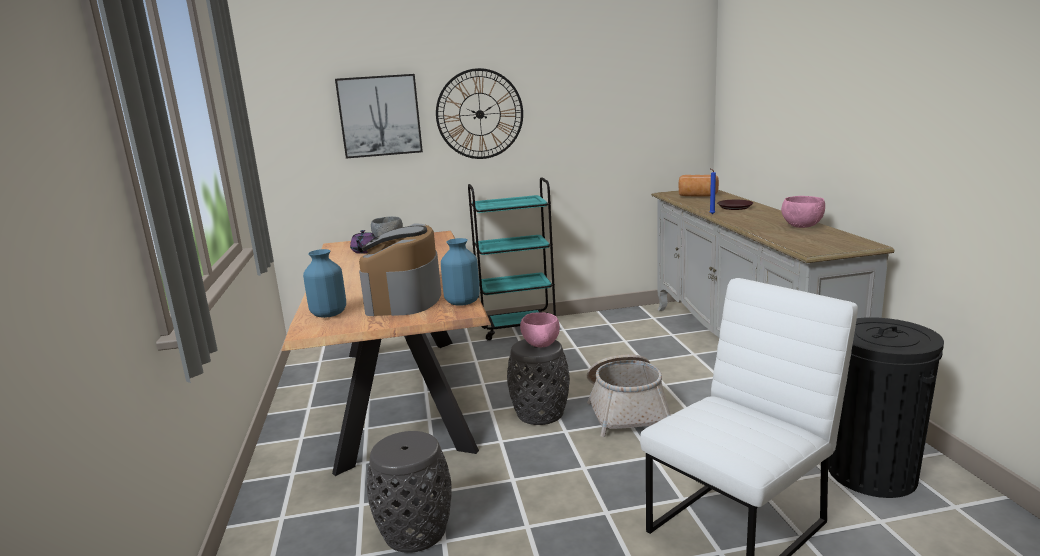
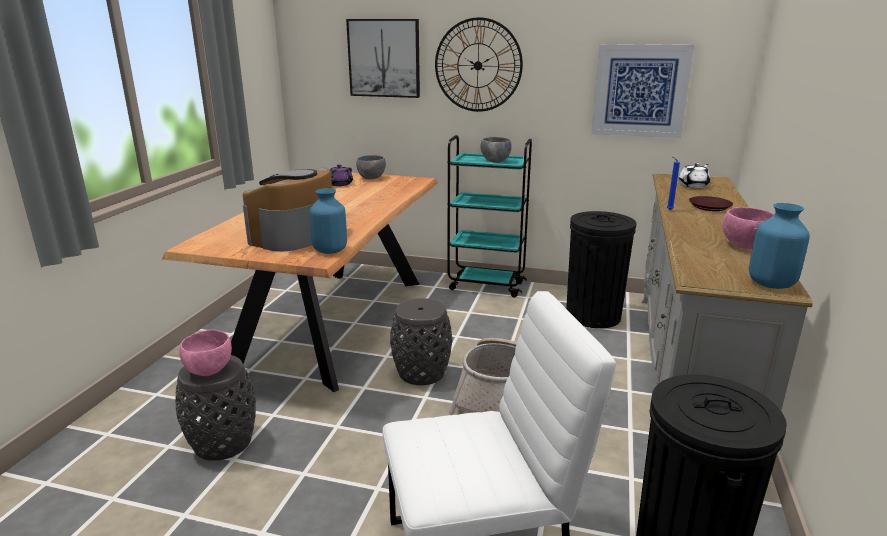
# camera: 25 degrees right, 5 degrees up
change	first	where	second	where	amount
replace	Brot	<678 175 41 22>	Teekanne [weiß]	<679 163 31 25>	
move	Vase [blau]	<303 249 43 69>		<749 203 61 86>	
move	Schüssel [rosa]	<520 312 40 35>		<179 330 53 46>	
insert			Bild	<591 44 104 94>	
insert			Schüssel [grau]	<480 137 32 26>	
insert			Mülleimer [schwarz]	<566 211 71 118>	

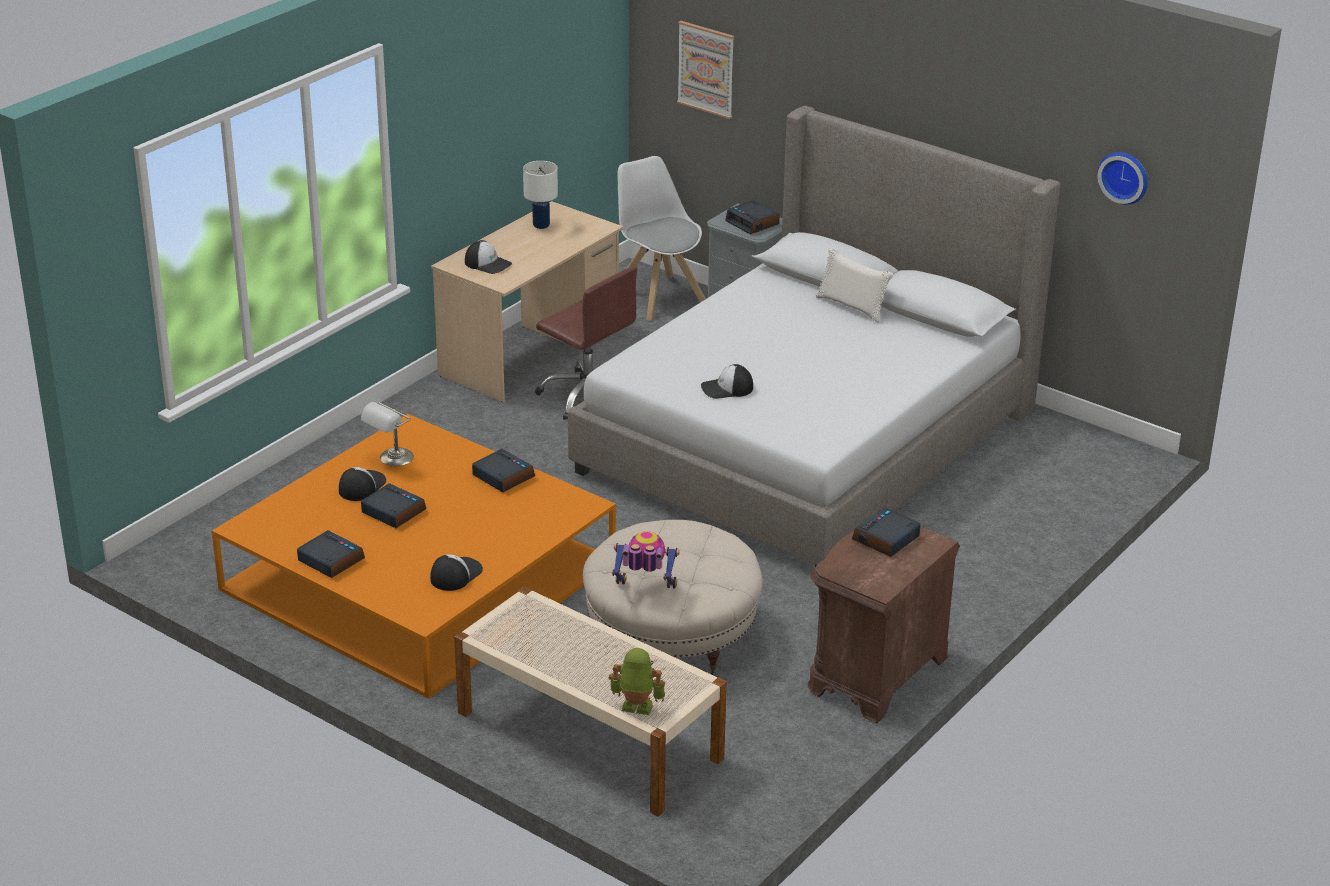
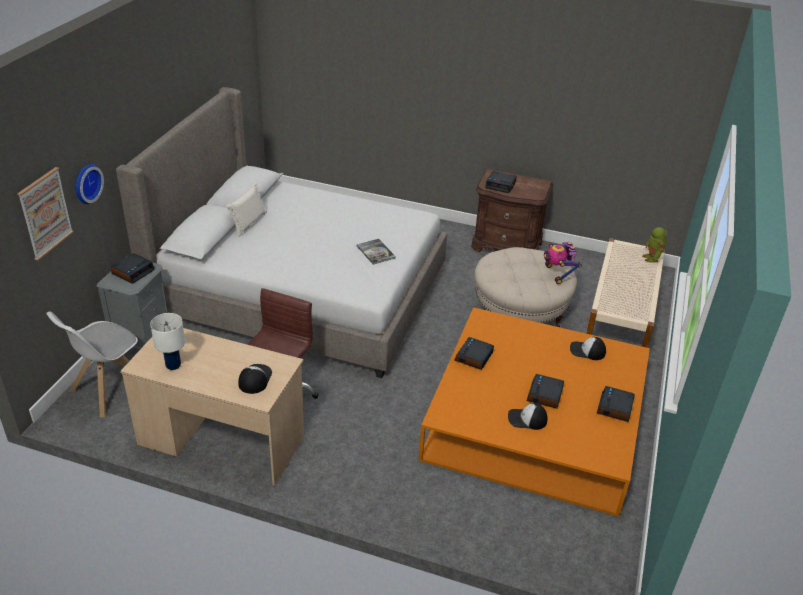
# camera: 110 degrees left, 5 degrees up
change	first	where	second	where	amount
move	Wanduhr	<1097 152 51 53>		<75 164 29 40>	
replace	Kappe	<701 364 52 35>	Buch	<357 239 39 26>	
delete	Tischlampe [weiß]	<361 402 53 64>			

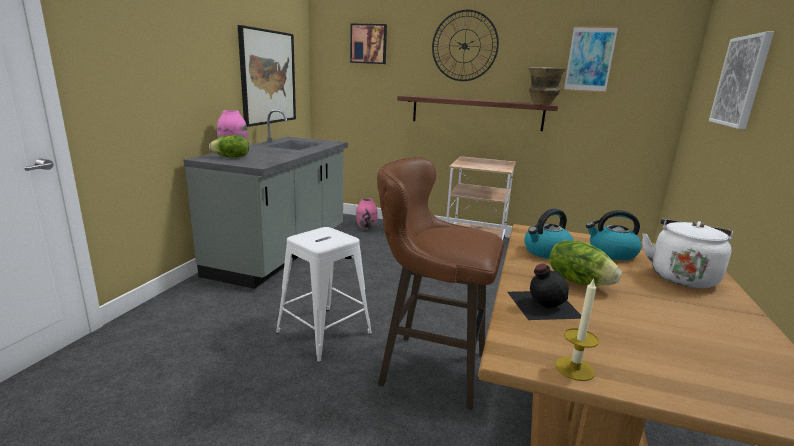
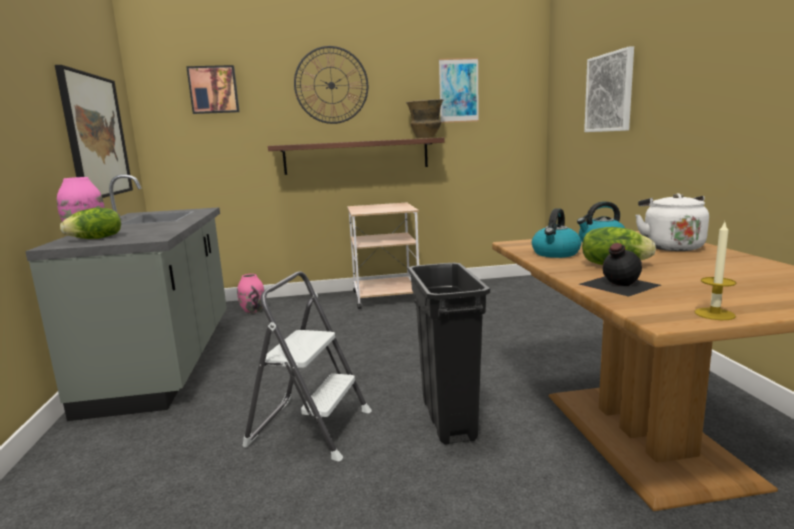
# camera: 25 degrees left, 5 degrees down
change	first	where	second	where	amount
replace	Hocker [braun]	<377 157 127 253>	Mülleimer [schwarz]	<408 263 82 182>	
replace	Hocker [weiß]	<276 227 96 135>	Trittleiter [weiß]	<243 271 129 191>	

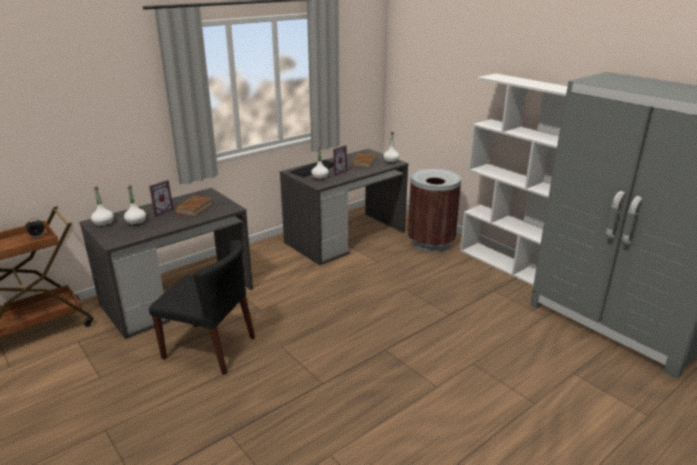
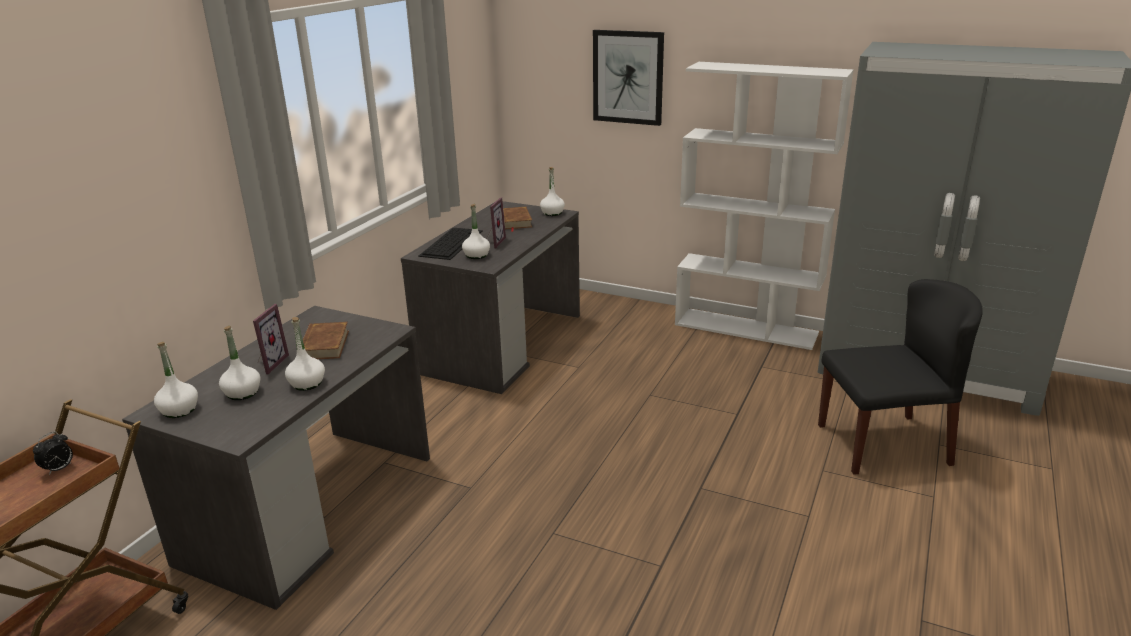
# camera: 25 degrees left, 0 degrees up
change	first	where	second	where	amount
delete	Mülleimer [braun]	<408 168 53 84>			
move	Stuhl [schwarz]	<149 240 106 135>		<818 279 165 196>	
insert			Bild	<593 30 71 96>	
insert			Flasche [weiß]	<285 317 40 74>	

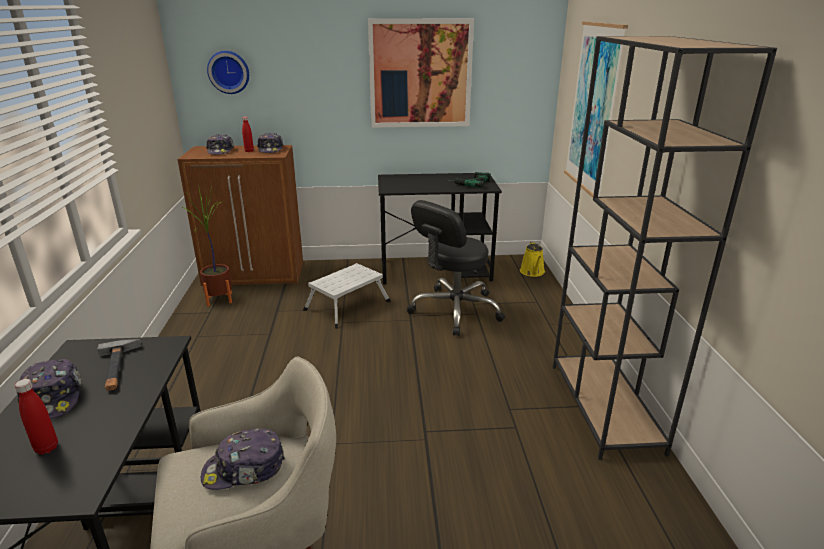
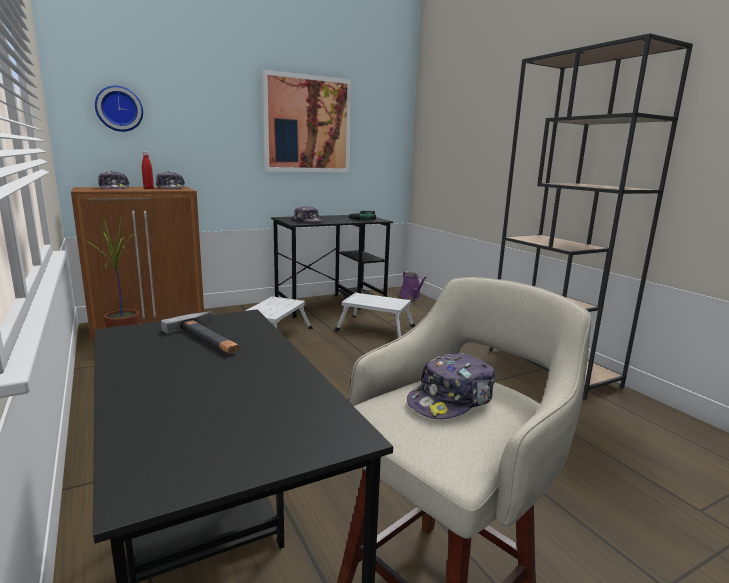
# camera: 25 degrees left, 10 degrees down
change	first	where	second	where	amount
delete	Bild	<564 21 64 177>			
replace	Bürostuhl [schwarz]	<407 200 98 136>	Trittleiter [weiß]	<334 292 81 46>	
recolor	Gießkanne [gelb]	<520 242 25 35>	Gießkanne [lila]	<400 271 27 28>	
move	Kappe	<16 359 66 60>		<293 206 30 16>	
delete	Flasche [rot]	<15 379 43 76>			

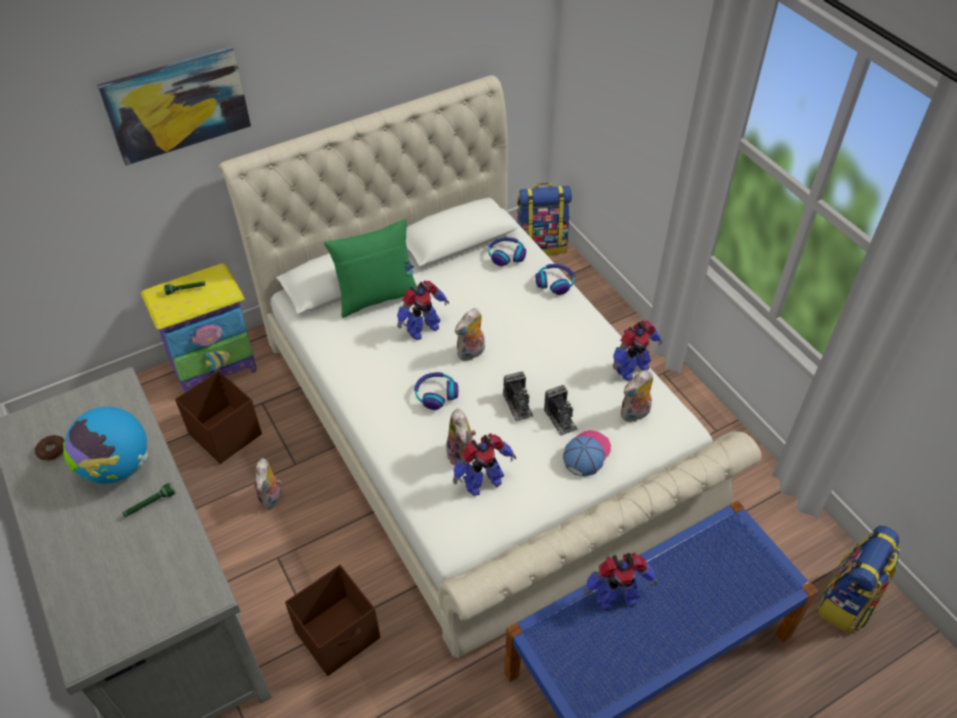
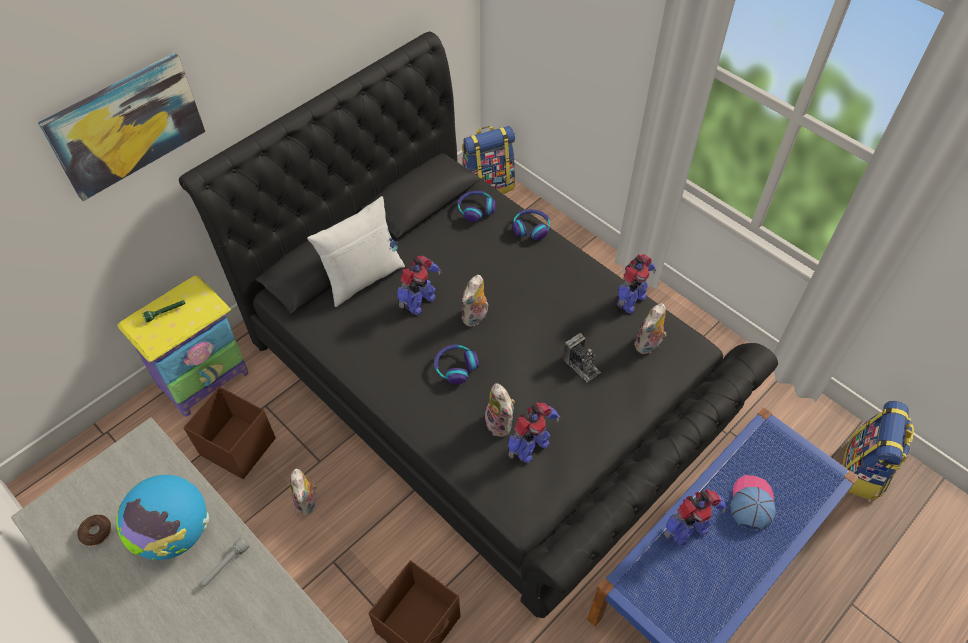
# camera: 15 degrees left, 5 degrees up
change	first	where	second	where	amount
recolor	Bett [beige]	<219 75 543 583>	Bett [schwarz]	<179 32 599 586>	
recolor	Kissen [grün]	<324 219 94 99>	Kissen [grau]	<307 196 98 111>	
delete	Kamera	<503 372 30 49>			
move	Kappe	<563 430 48 47>		<730 475 46 56>	
recolor	Taschenlampe [grün]	<123 483 53 34>	Taschenlampe [grau]	<200 538 49 49>	

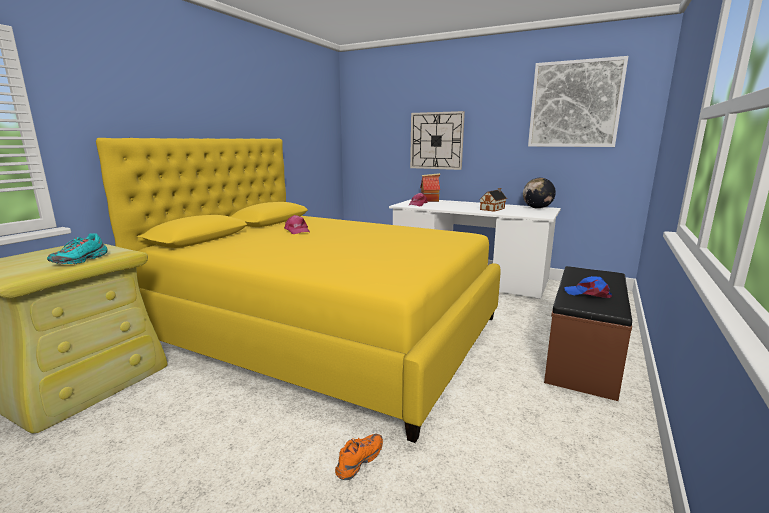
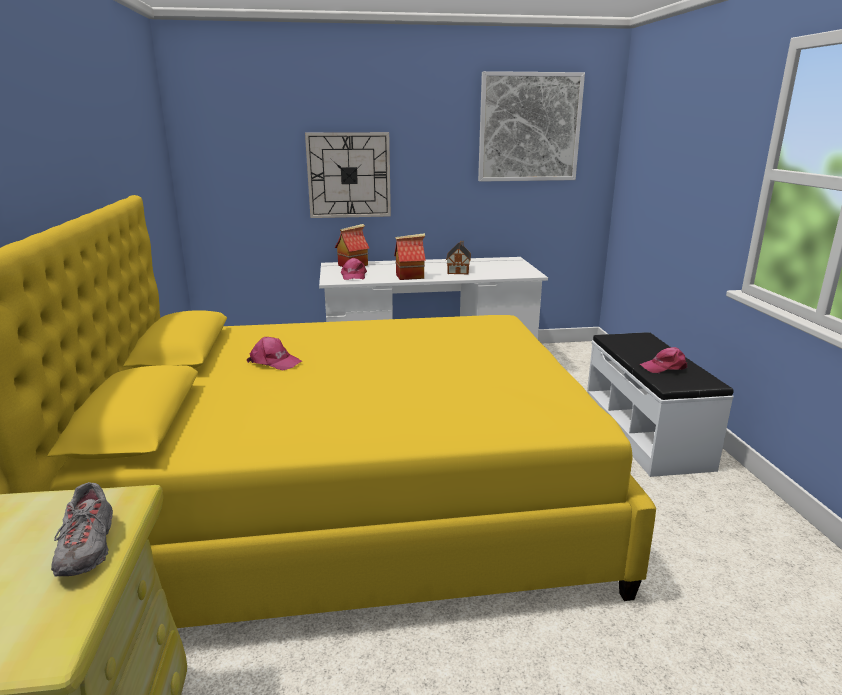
# camera: 35 degrees left, 5 degrees up
change	first	where	second	where	amount
delete	Globus	<523 178 33 31>			
recolor	Schuh [türkis]	<47 233 61 31>	Schuh [grau]	<51 482 62 94>	
recolor	Bank [braun]	<544 266 88 135>	Bank [weiß]	<587 332 147 145>	
recolor	Kappe [blau]	<564 276 48 22>	Kappe [rosa]	<640 347 47 26>	
delete	Schuh [orange]	<335 434 48 46>			
insert			Spielzeughaus	<394 233 32 47>	

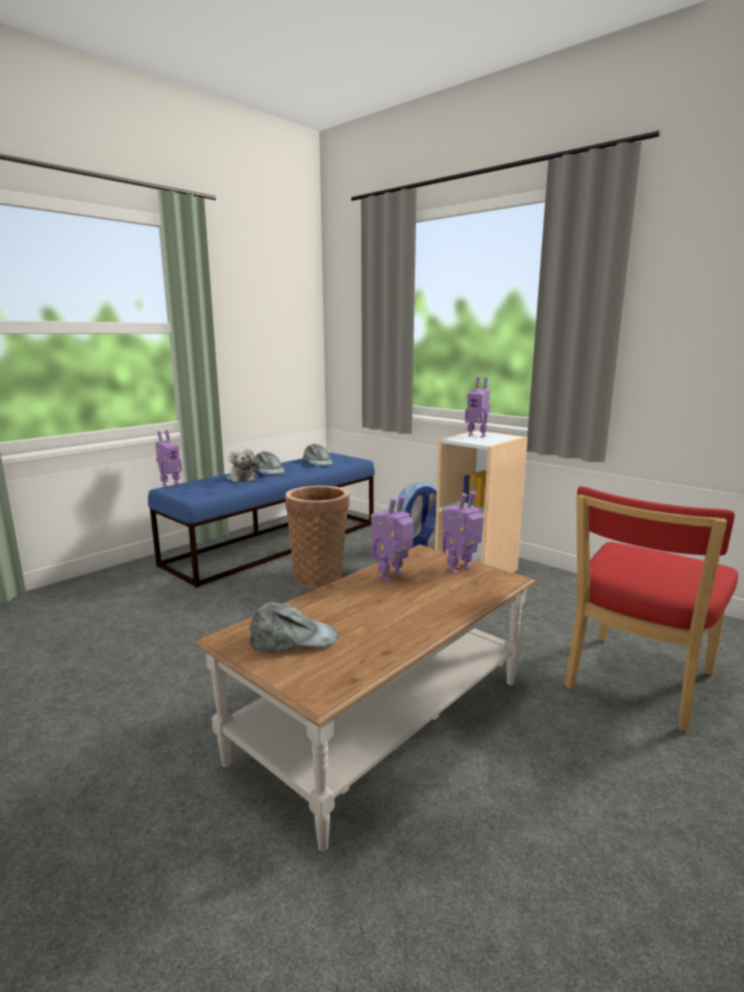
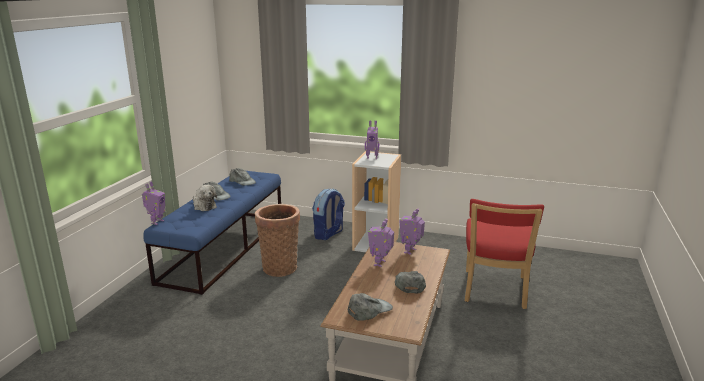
# camera: 25 degrees left, 5 degrees up
change	first	where	second	where	amount
insert			Kappe [grau]	<395 271 31 23>	

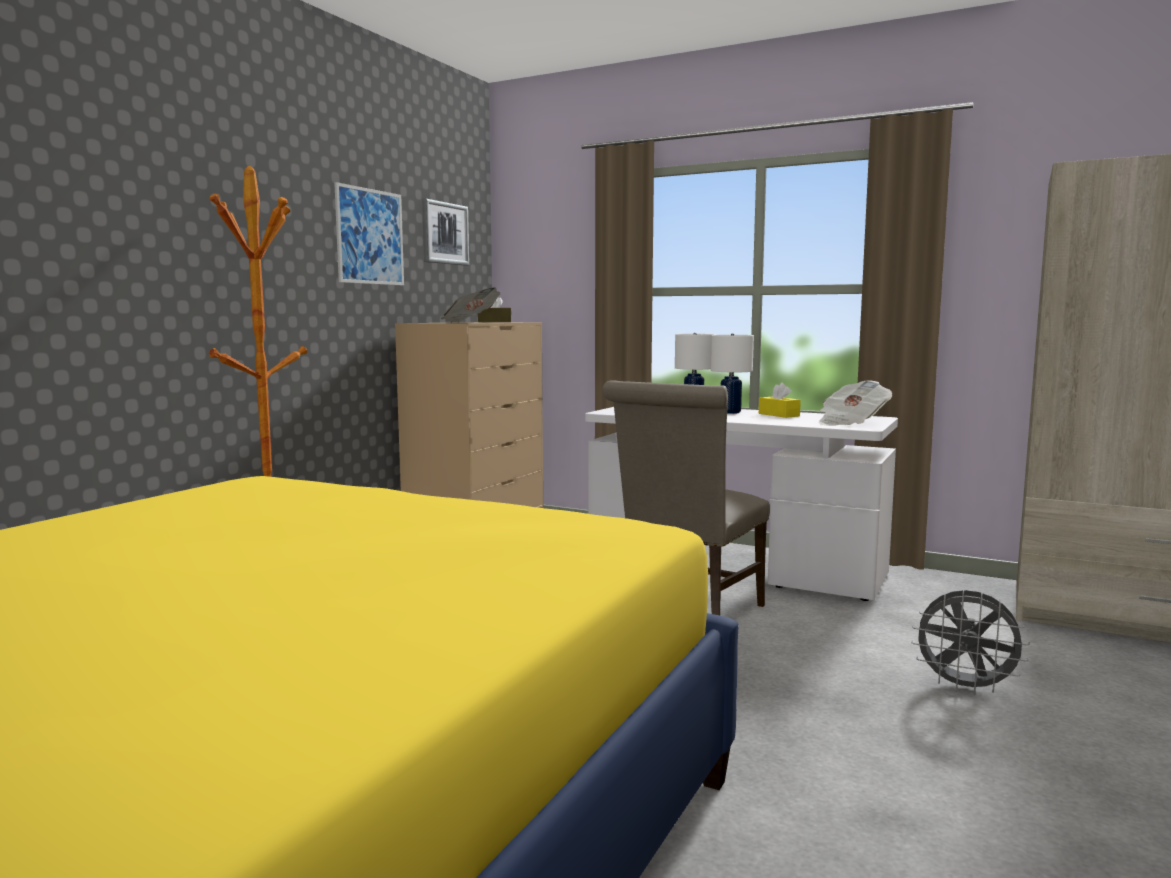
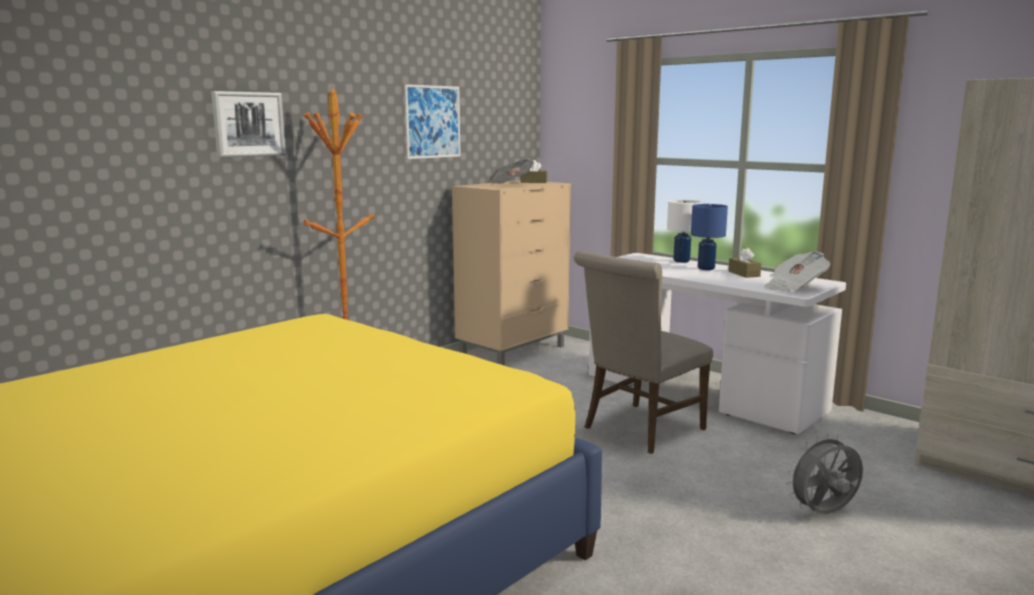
# camera: 15 degrees right, 5 degrees up
change	first	where	second	where	amount
move	Bild	<422 199 47 67>		<211 91 75 67>	
recolor	Tischlampe [weiß]	<711 333 43 81>	Tischlampe [blau]	<691 204 37 66>	
recolor	Taschentuchbox [gelb]	<759 382 42 36>	Taschentuchbox [braun]	<728 247 33 31>	
rotate	Ventilator [grau]	<911 590 119 105>		<786 433 77 81>	120 degrees clockwise

